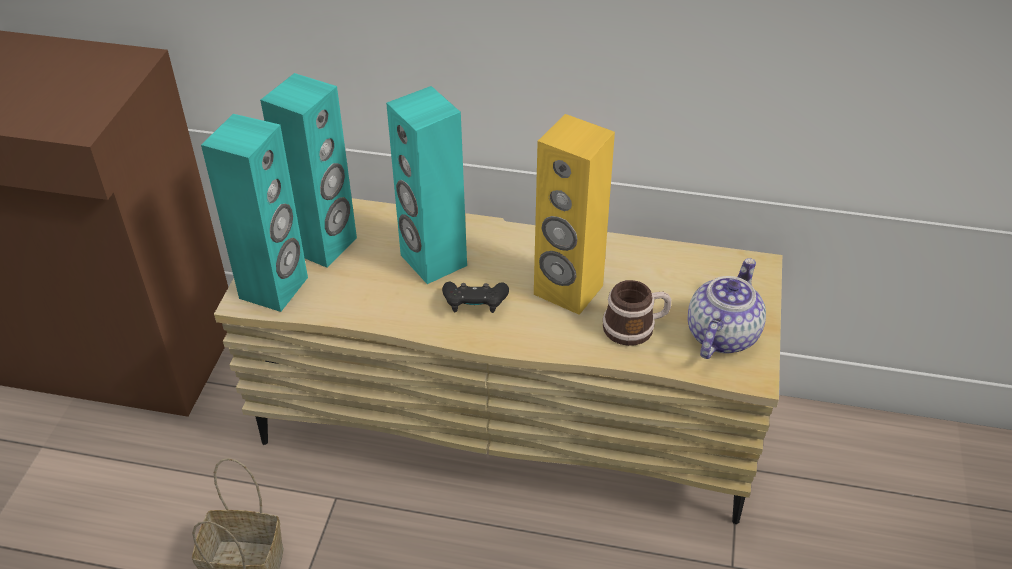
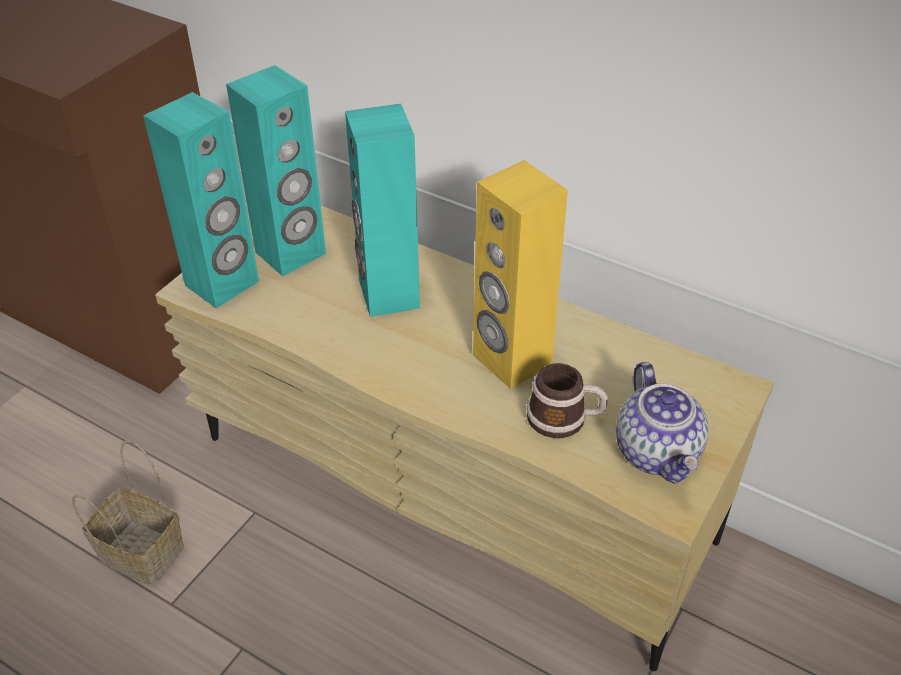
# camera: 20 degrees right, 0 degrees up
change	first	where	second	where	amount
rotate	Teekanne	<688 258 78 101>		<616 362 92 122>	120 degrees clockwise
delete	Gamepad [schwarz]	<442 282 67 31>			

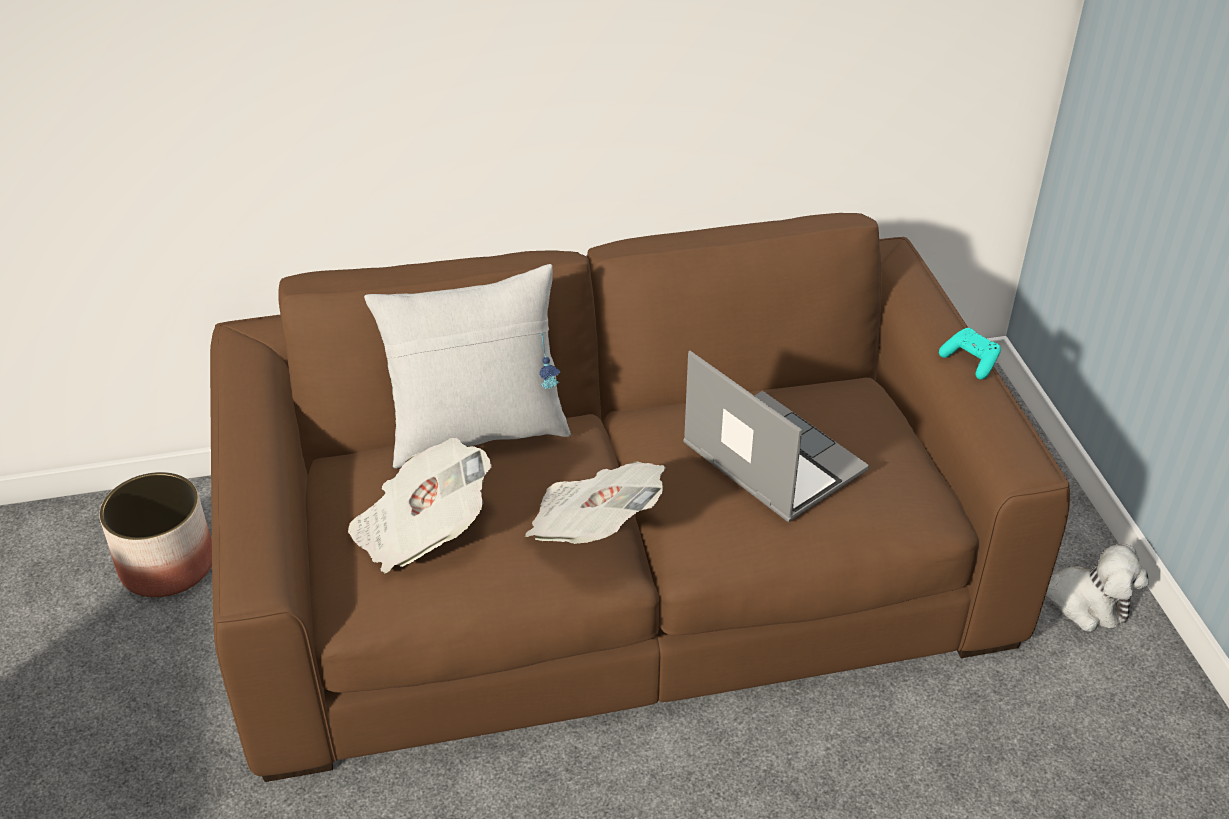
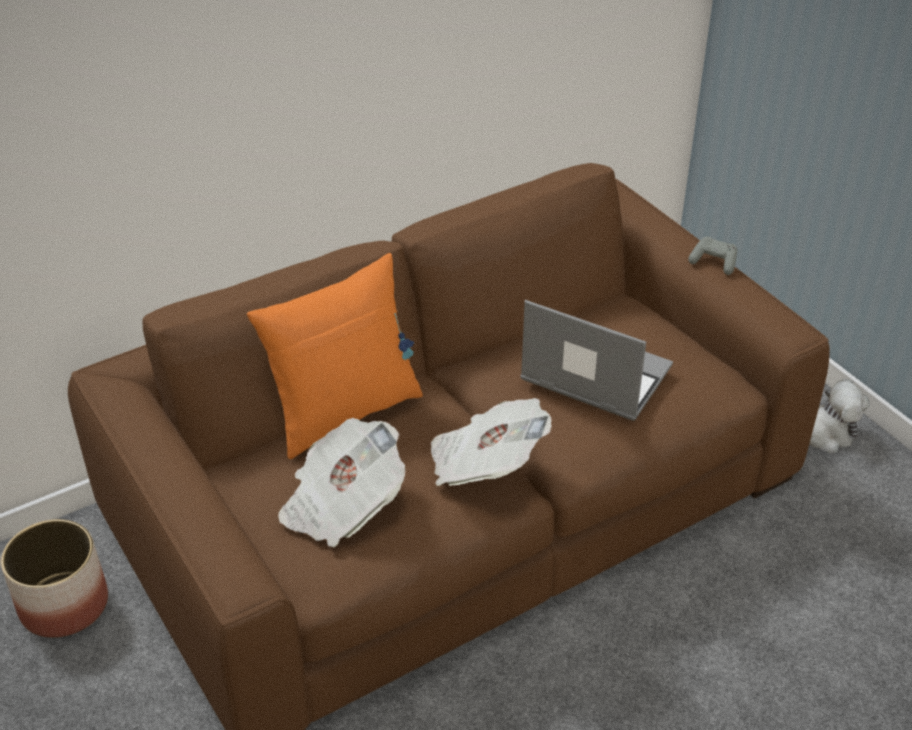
# camera: 20 degrees left, 0 degrees up
change	first	where	second	where	amount
recolor	Kissen [grau]	<364 264 207 204>	Kissen [orange]	<247 253 176 206>	
recolor	Gamepad [türkis]	<939 328 62 51>	Gamepad [grau]	<688 236 49 39>	

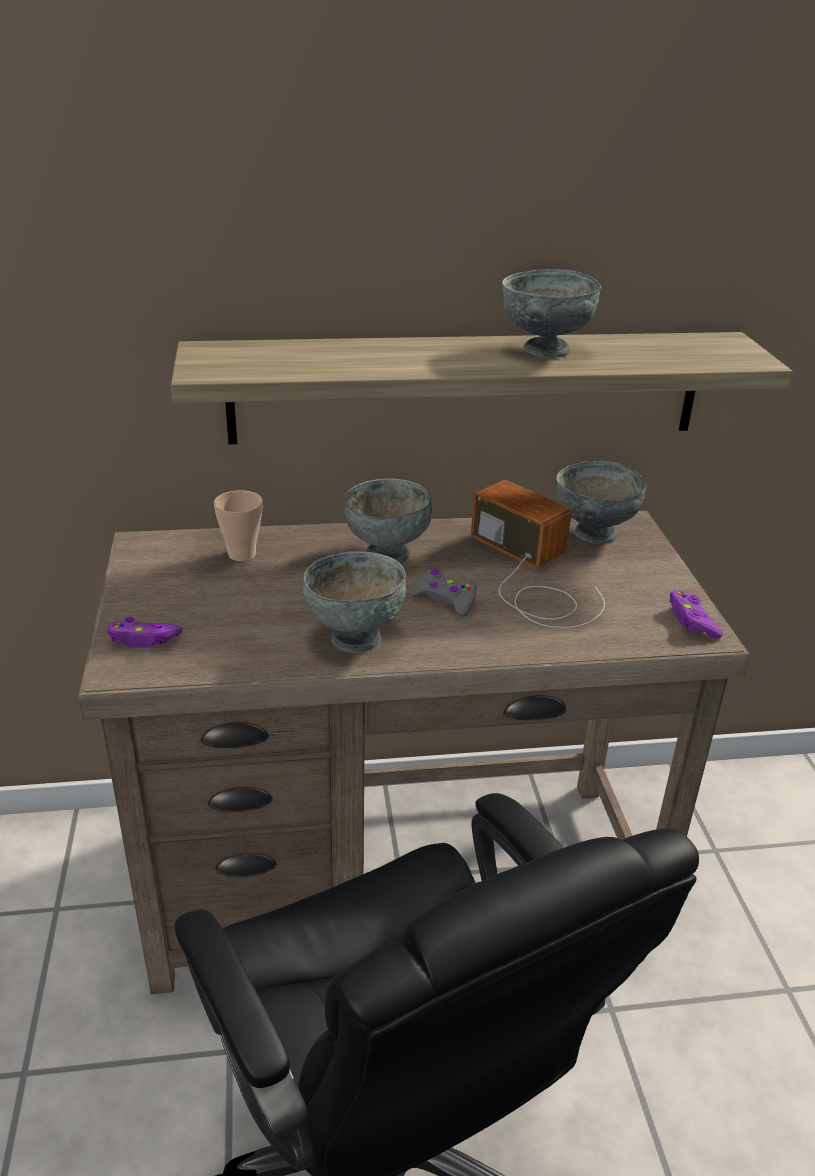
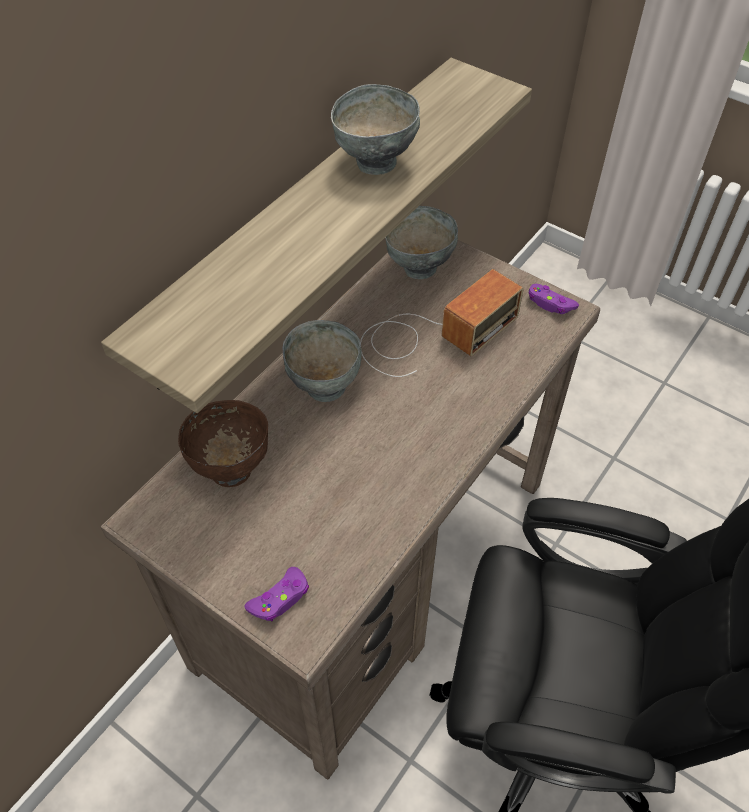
# camera: 45 degrees left, 20 degrees up
change	first	where	second	where	amount
rotate	Radio	<471 480 134 148>		<360 269 164 108>	135 degrees clockwise
replace	Tasse	<214 490 49 71>	Schüssel [braun]	<178 400 90 87>	
delete	Schüssel [grau]	<303 551 103 102>			
delete	Gamepad [grau]	<409 569 68 48>			

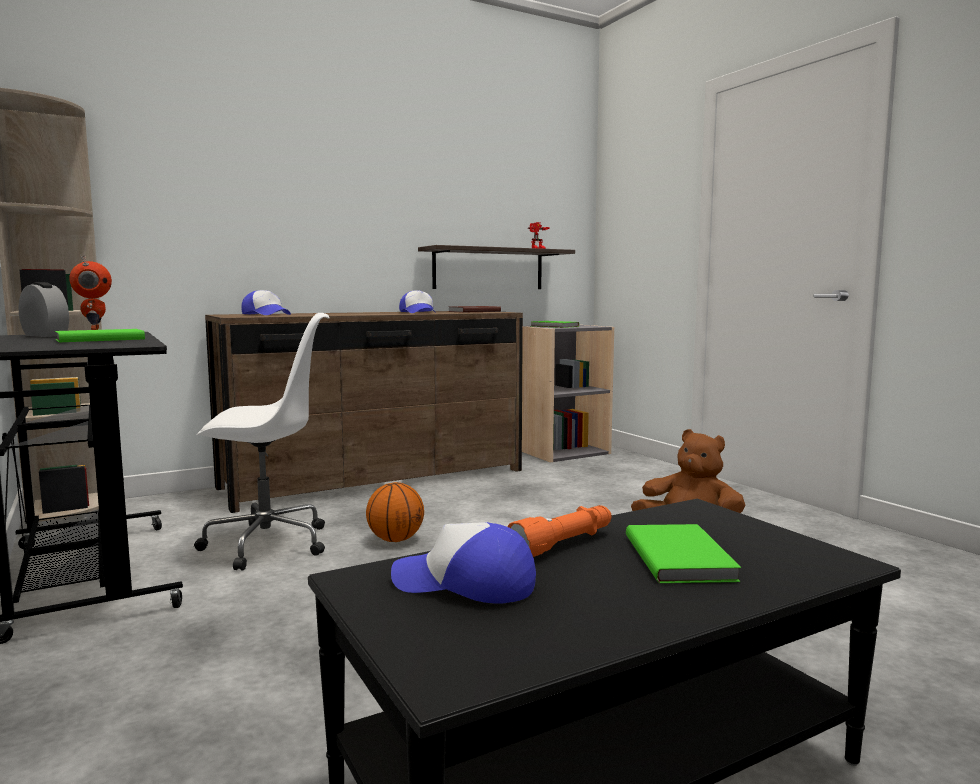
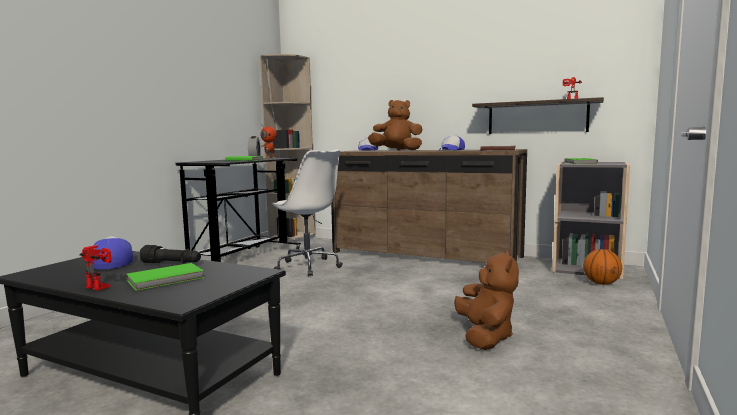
# camera: 55 degrees right, 0 degrees up
change	first	where	second	where	amount
move	Basketball	<366 482 58 60>		<583 249 39 36>	
recolor	Taschenlampe [orange]	<507 505 105 52>	Taschenlampe [schwarz]	<139 245 62 19>	
insert			Plüschtier [braun]	<368 100 55 51>	
insert			Spielzeugroboter	<80 245 32 46>	

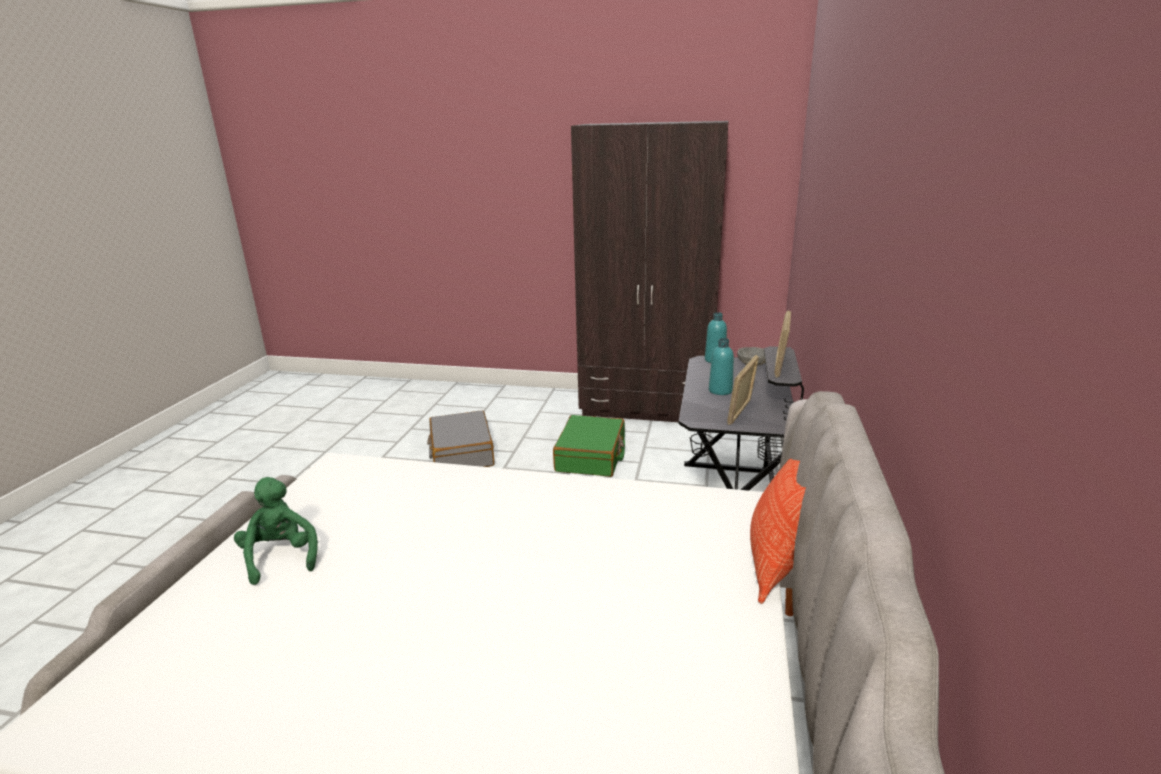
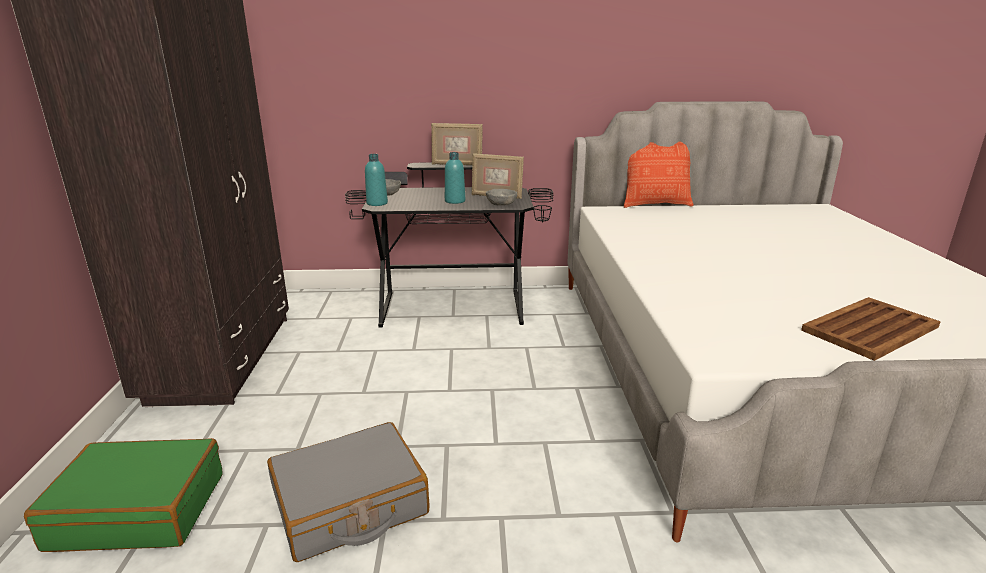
# camera: 105 degrees left, 0 degrees up
change	first	where	second	where	amount
move	Koffer [grün]	<553 415 72 62>		<24 438 199 114>	
replace	Plüschtier [grün]	<234 477 84 108>	Tablett [braun]	<801 297 140 64>	
insert			Schüssel [grau]	<486 189 31 16>	

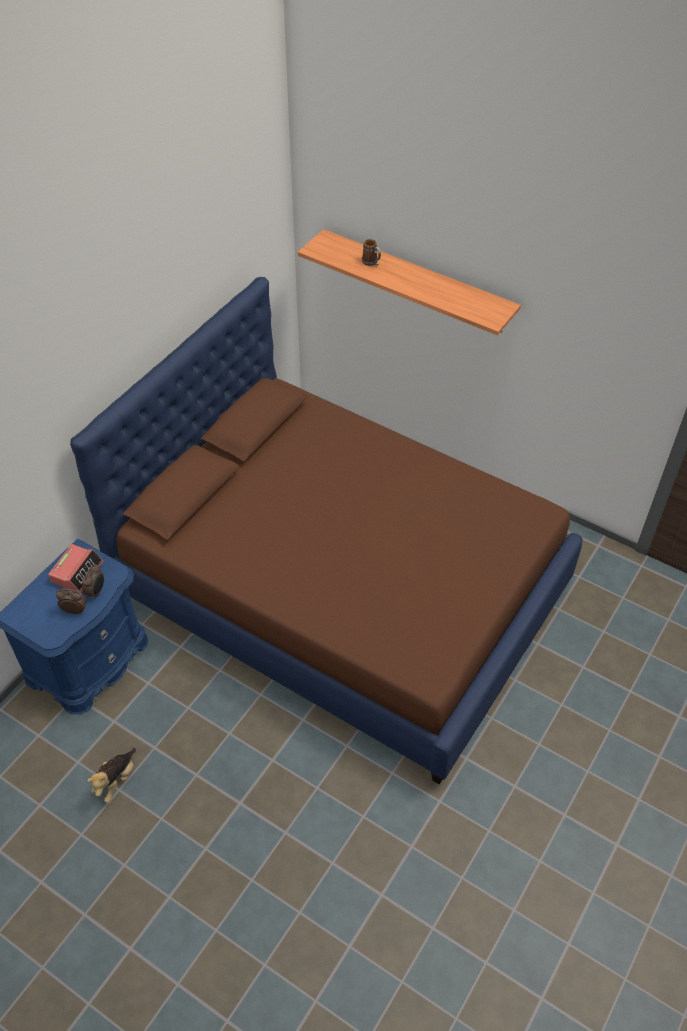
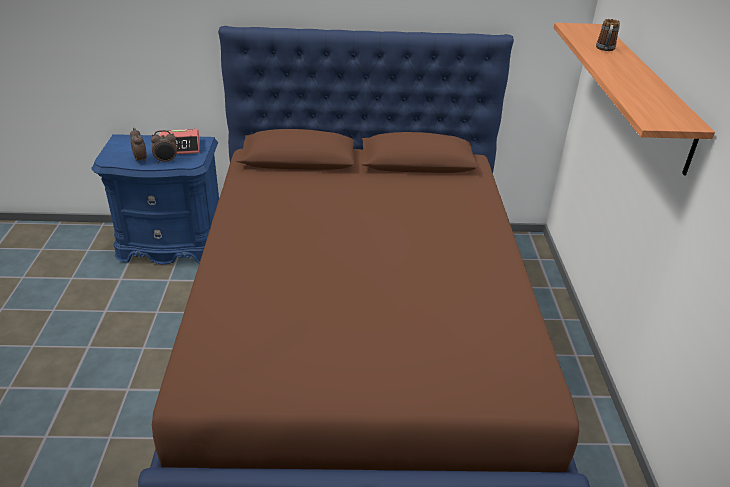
# camera: 55 degrees right, 15 degrees down
change	first	where	second	where	amount
delete	Plüschtier	<88 747 48 56>			

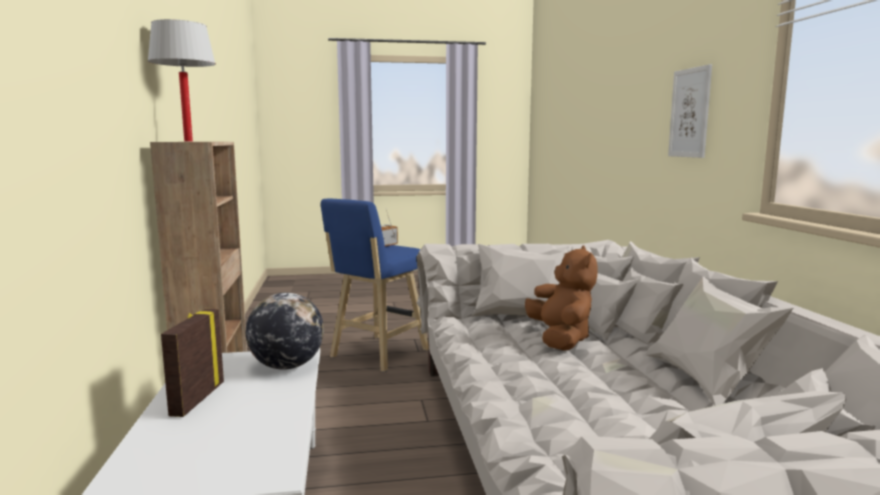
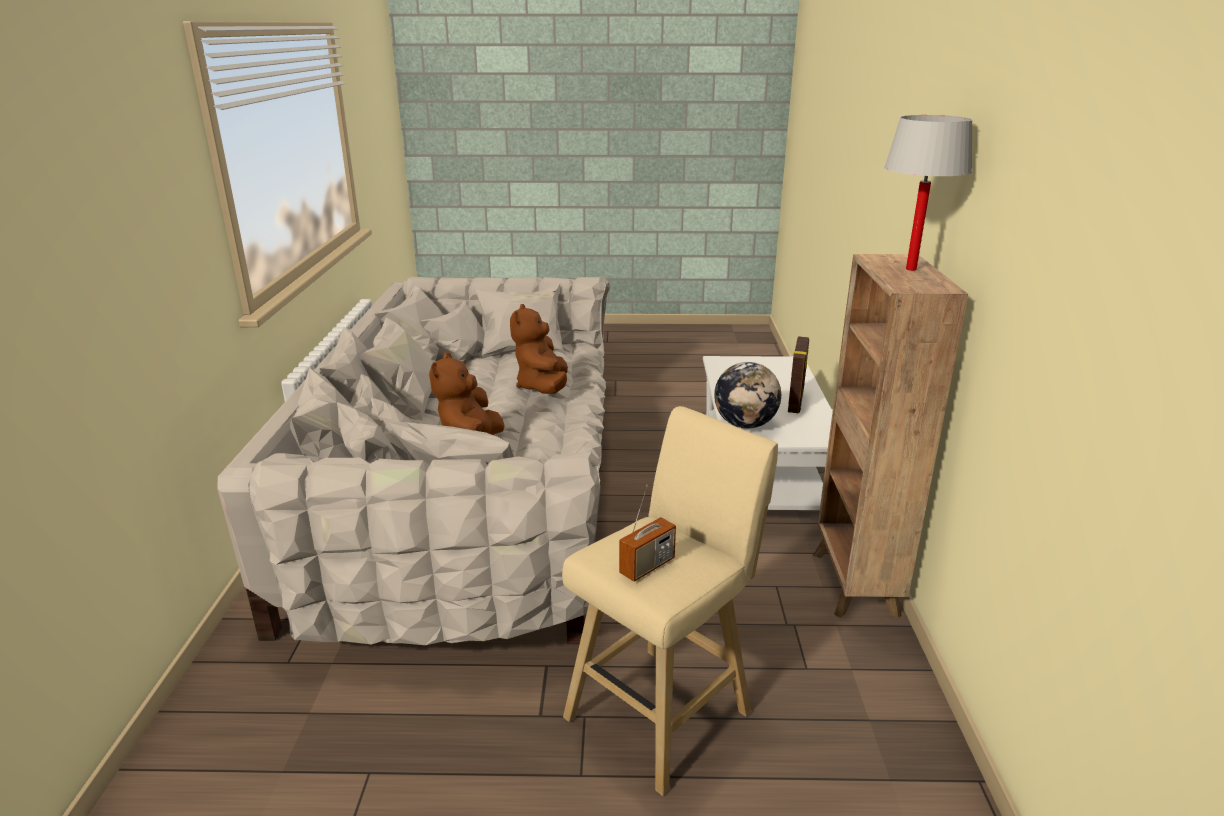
# camera: 170 degrees left, 15 degrees up
change	first	where	second	where	amount
delete	Bild	<668 64 44 94>			
recolor	Hocker [blau]	<321 199 108 173>	Hocker [beige]	<562 406 216 390>	
insert			Plüschtier [braun]	<510 304 58 90>	

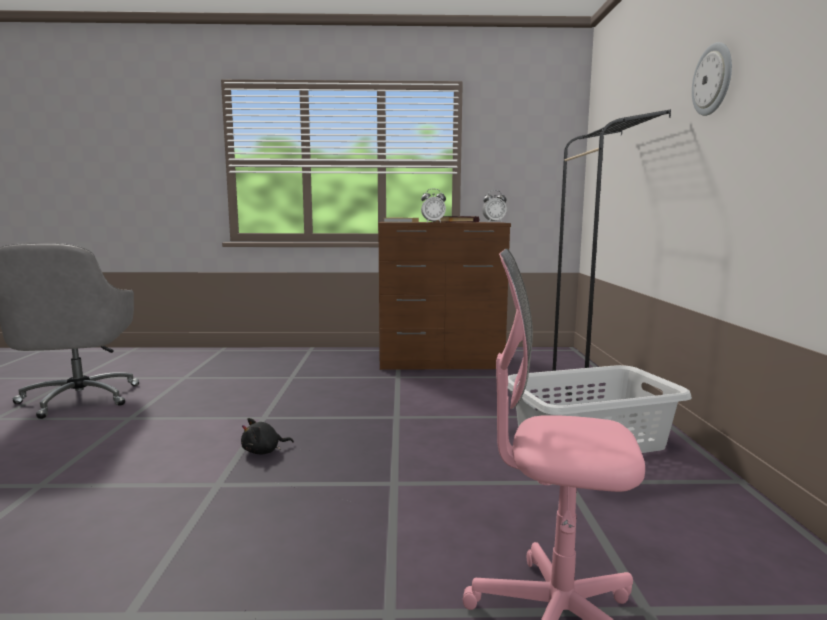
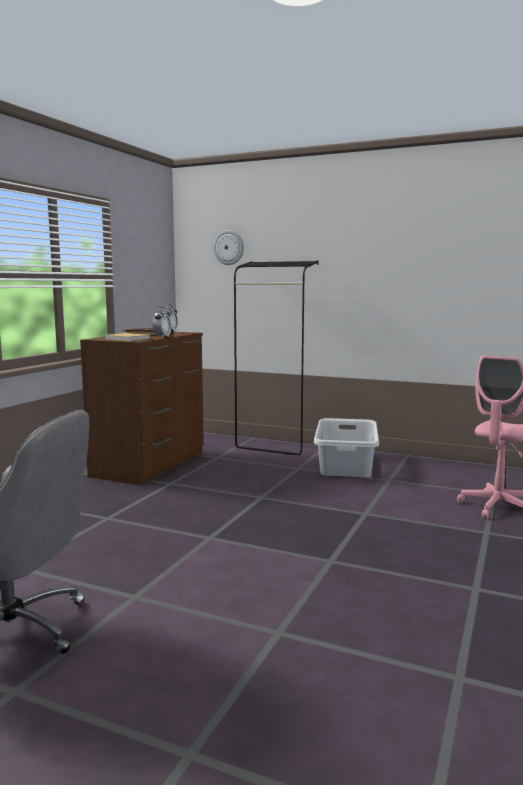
# camera: 65 degrees left, 0 degrees up
change	first	where	second	where	amount
move	Wanduhr	<692 42 40 74>		<213 230 31 35>	
delete	Plüschtier [schwarz]	<241 418 53 36>			

